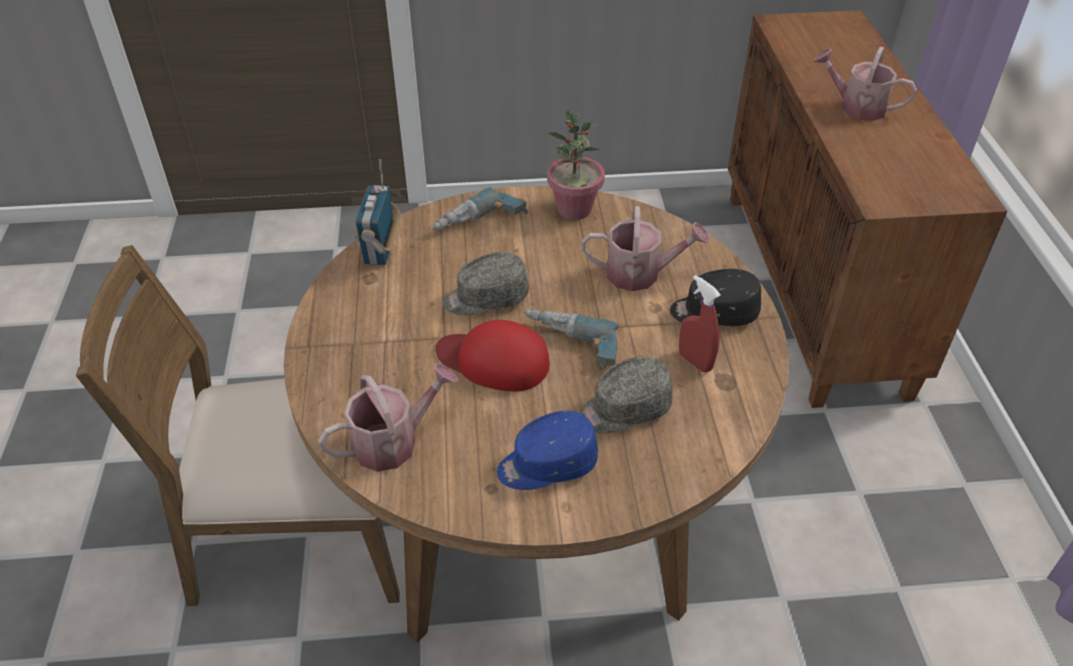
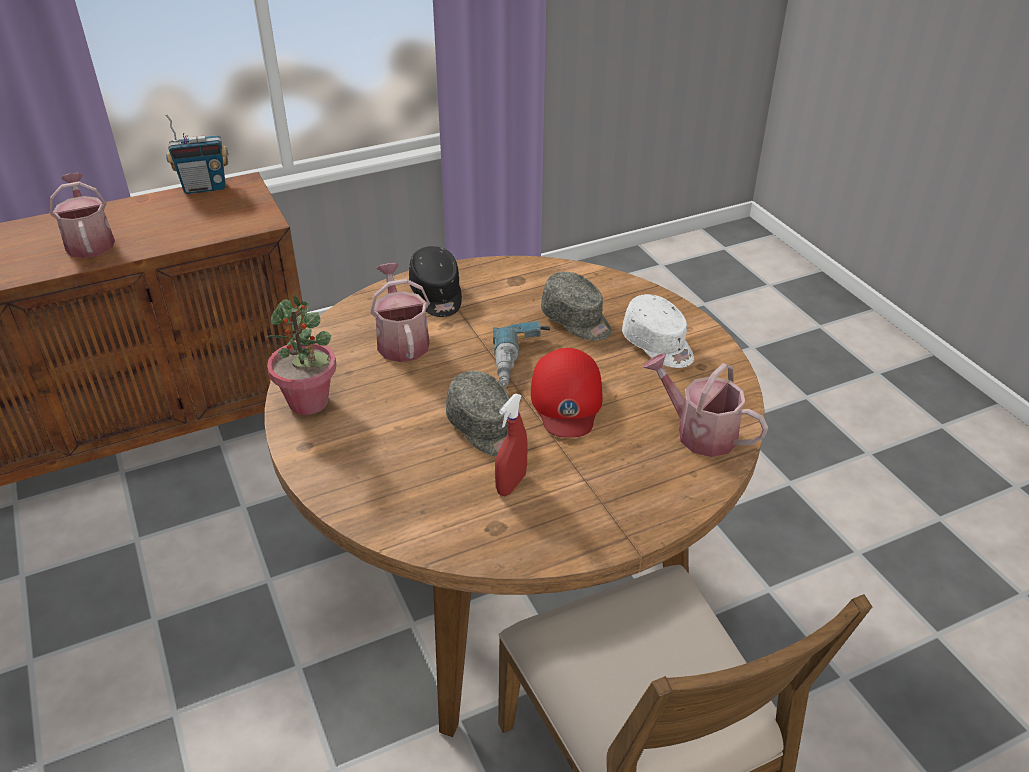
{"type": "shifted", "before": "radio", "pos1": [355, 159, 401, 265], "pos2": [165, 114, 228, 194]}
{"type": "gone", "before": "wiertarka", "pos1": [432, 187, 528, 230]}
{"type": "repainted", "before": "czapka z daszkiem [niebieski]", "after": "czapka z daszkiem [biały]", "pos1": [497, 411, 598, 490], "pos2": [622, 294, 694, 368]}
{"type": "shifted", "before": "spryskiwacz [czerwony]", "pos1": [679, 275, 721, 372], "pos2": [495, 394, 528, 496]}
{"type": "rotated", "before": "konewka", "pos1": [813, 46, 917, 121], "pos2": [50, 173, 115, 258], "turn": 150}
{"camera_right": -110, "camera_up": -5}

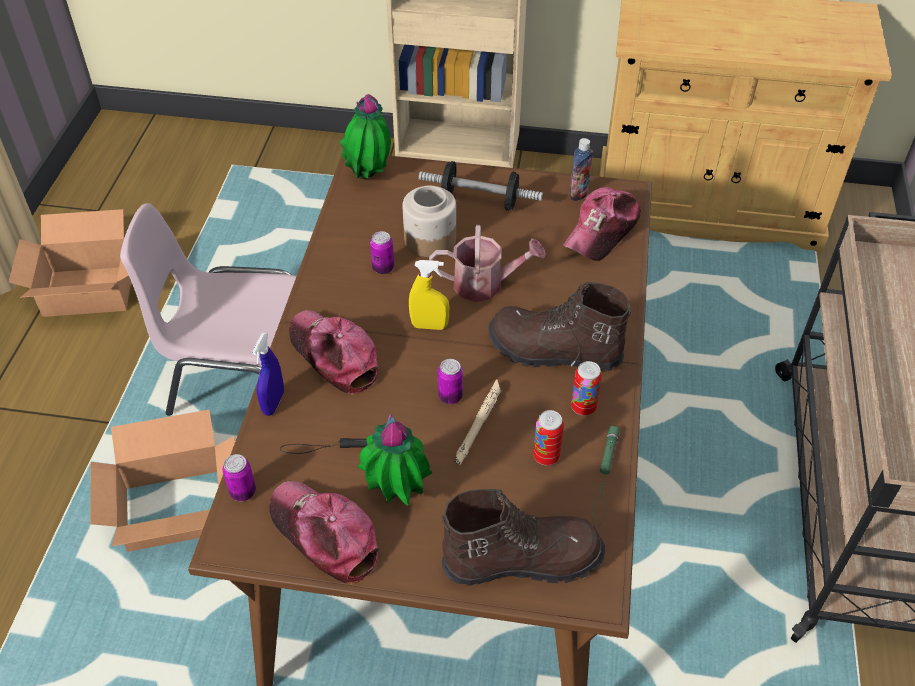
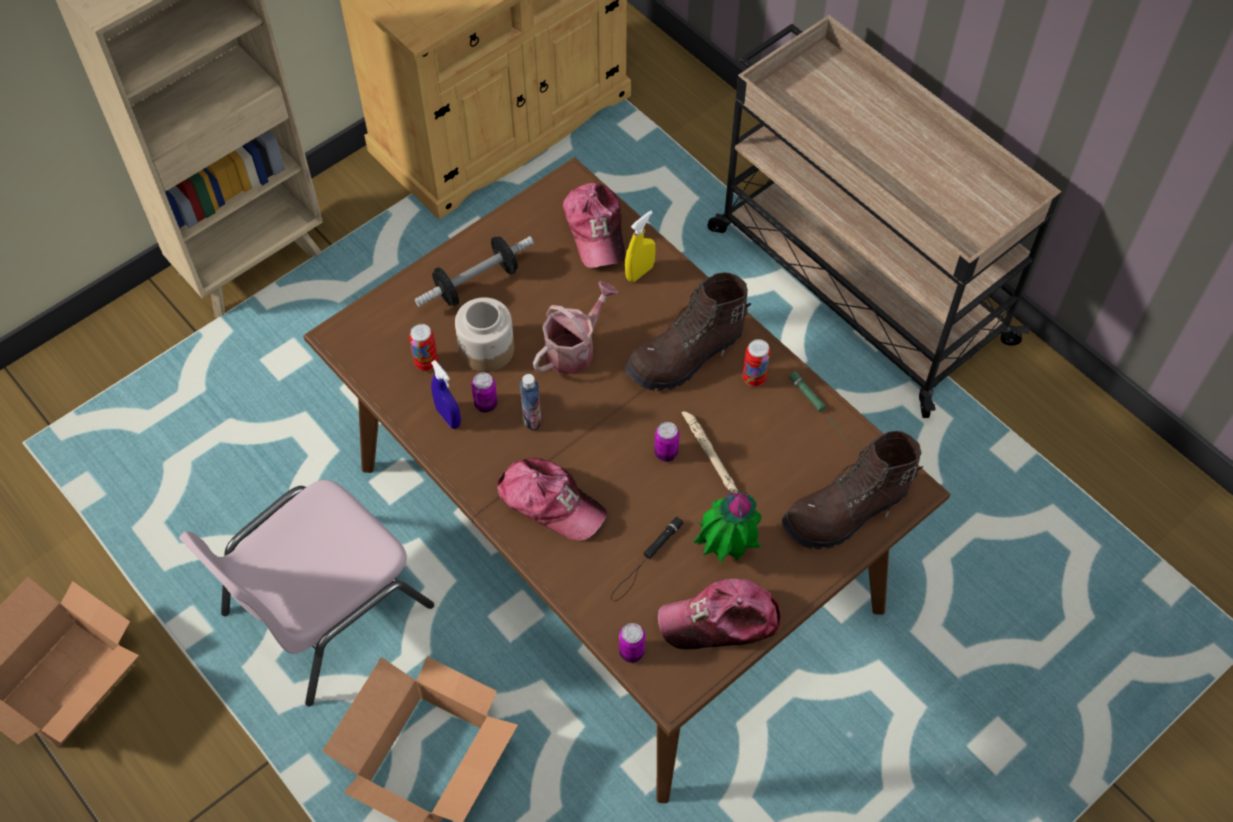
{"type": "shifted", "before": "spryskiwacz [niebieski]", "pos1": [252, 332, 284, 416], "pos2": [431, 360, 461, 429]}
{"type": "rotated", "before": "czapka z daszkiem", "pos1": [289, 310, 379, 396], "pos2": [497, 458, 607, 541], "turn": -150}
{"type": "gone", "before": "roślina doniczkowa", "pos1": [339, 94, 391, 179]}
{"type": "shifted", "before": "spryskiwacz [żółty]", "pos1": [409, 260, 449, 330], "pos2": [625, 210, 655, 282]}
{"type": "rotated", "before": "but z cholewką [brązowy]", "pos1": [441, 489, 605, 586], "pos2": [782, 431, 924, 549], "turn": -150}
{"type": "shifted", "before": "puszka", "pos1": [533, 410, 564, 466], "pos2": [409, 324, 438, 371]}
{"type": "shifted", "before": "butelka", "pos1": [569, 138, 593, 201], "pos2": [520, 374, 541, 431]}
{"camera_right": -50, "camera_up": 10}

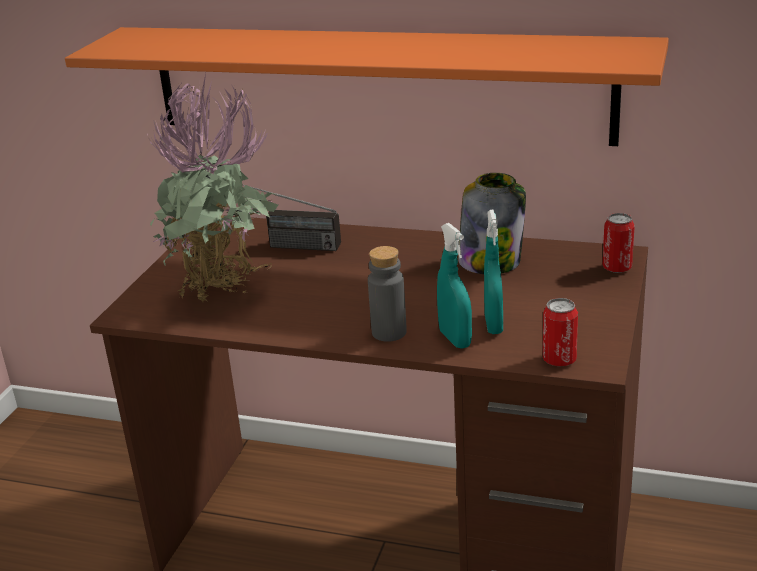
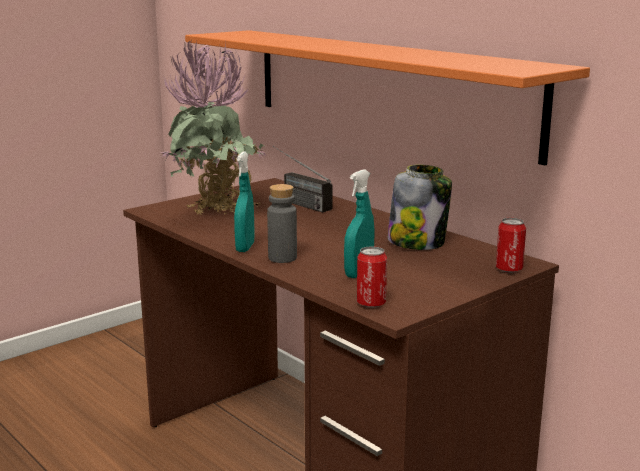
{"type": "shifted", "before": "spryskiwacz [turkusowy]", "pos1": [437, 223, 472, 349], "pos2": [234, 151, 255, 252]}
{"camera_right": 30, "camera_up": -10}

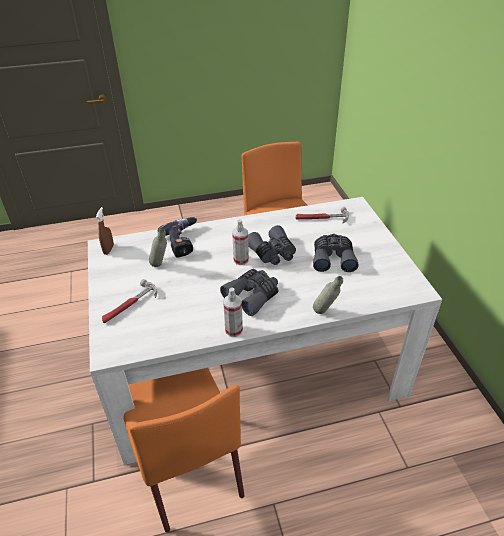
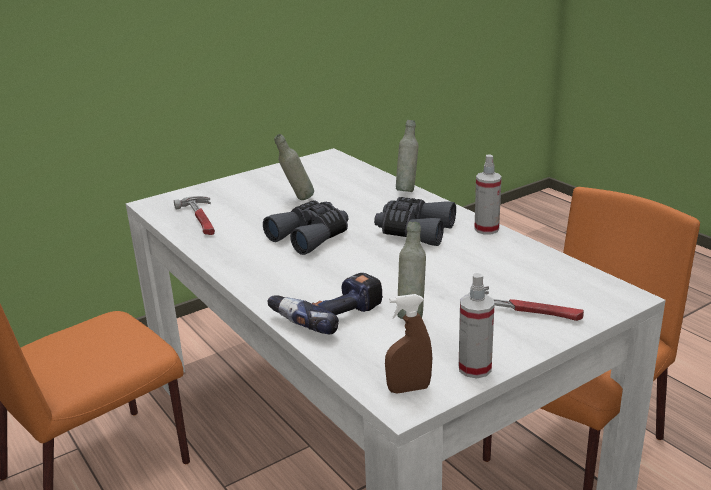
{"type": "shifted", "before": "spryskiwacz", "pos1": [232, 219, 249, 265], "pos2": [459, 273, 495, 378]}
{"type": "swapped", "before": "lornetka [szary]", "after": "butelka [szary]", "pos1": [313, 234, 358, 272], "pos2": [274, 134, 314, 200]}
{"camera_right": -110, "camera_up": -15}

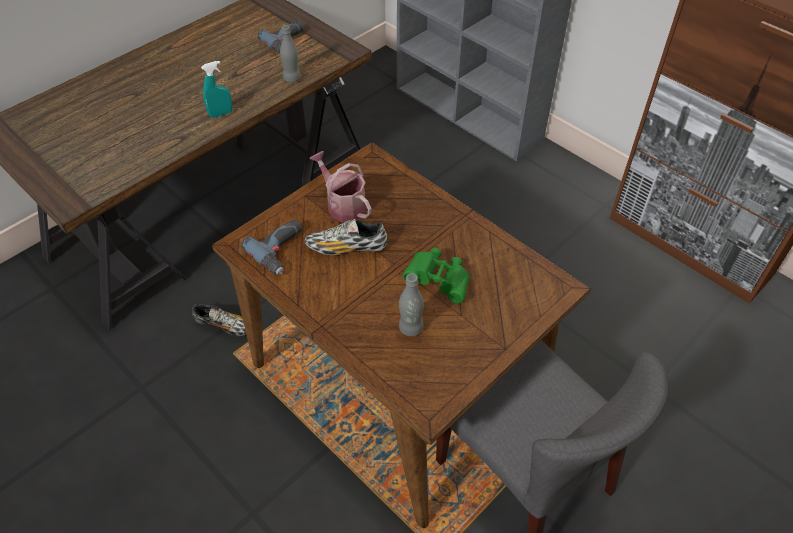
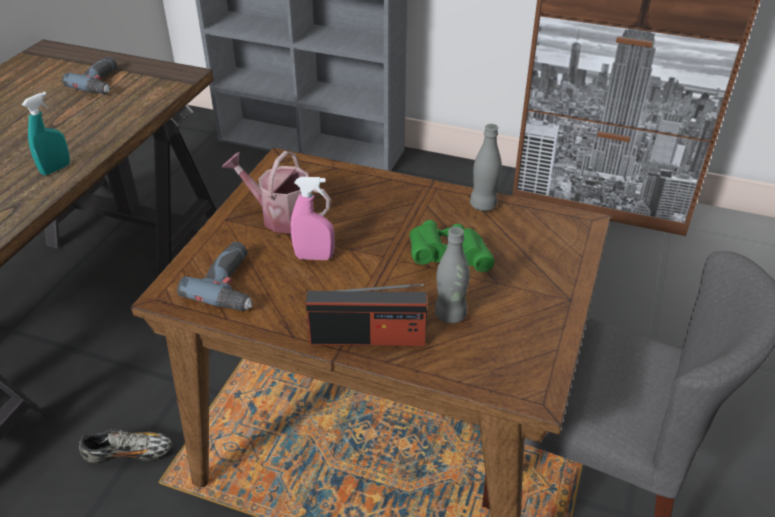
{"type": "shifted", "before": "butelka [szary]", "pos1": [280, 25, 301, 83], "pos2": [470, 124, 502, 211]}
{"type": "swapped", "before": "but", "after": "spryskiwacz [różowy]", "pos1": [304, 219, 387, 255], "pos2": [291, 177, 335, 260]}
{"type": "new", "after": "radio", "pos2": [306, 283, 427, 346]}
{"camera_right": -25, "camera_up": -10}

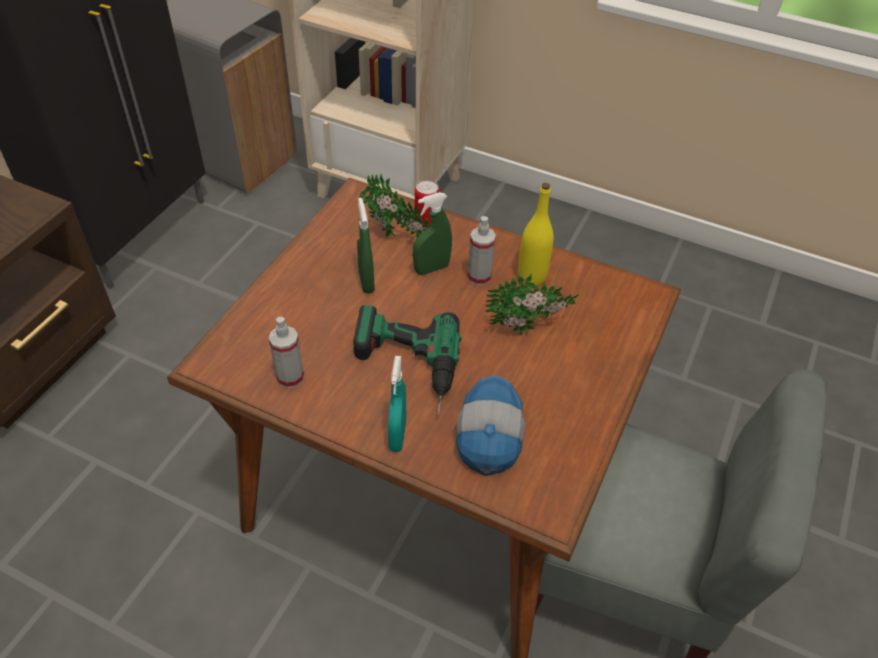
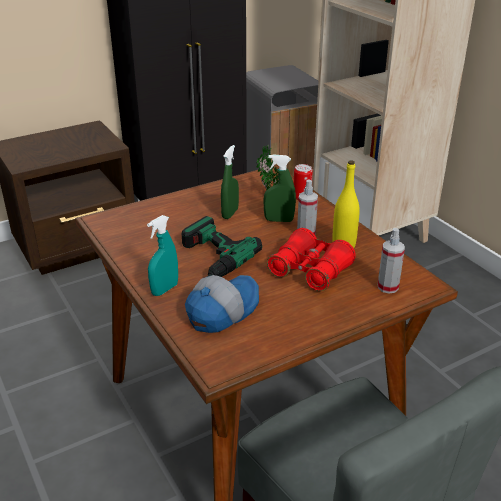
{"type": "shifted", "before": "spryskiwacz", "pos1": [269, 317, 304, 389], "pos2": [378, 228, 405, 294]}
{"type": "swapped", "before": "roślina doniczkowa", "after": "lornetka [czerwony]", "pos1": [485, 274, 579, 335], "pos2": [267, 228, 356, 291]}
{"camera_right": 35, "camera_up": -15}

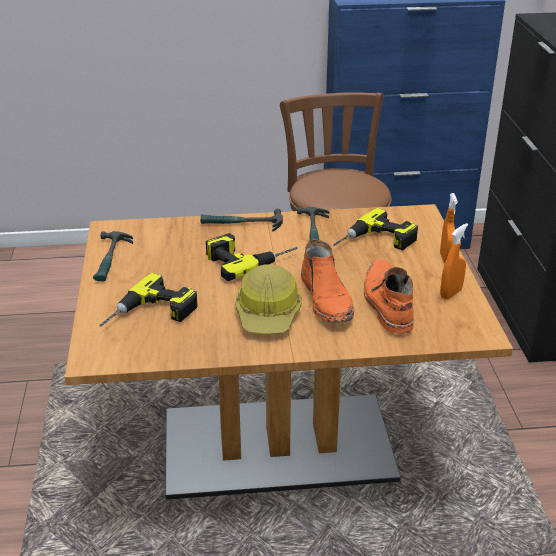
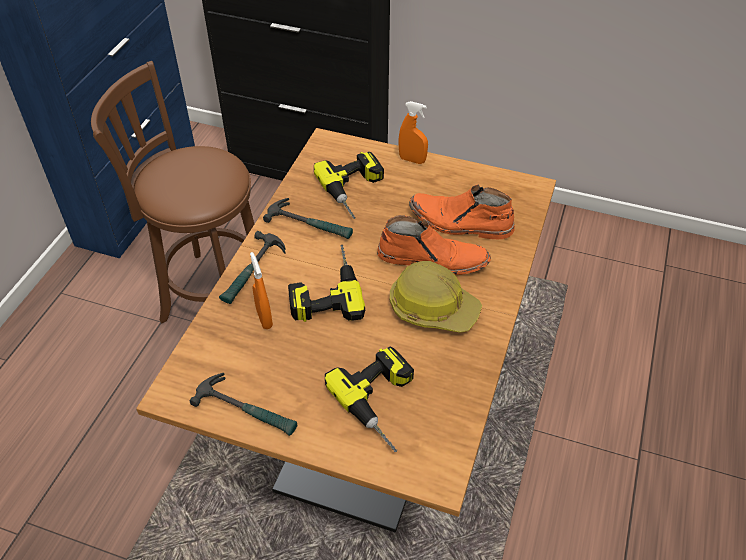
{"type": "shifted", "before": "spryskiwacz [pomarańczowy]", "pos1": [440, 223, 468, 299], "pos2": [250, 252, 273, 329]}
{"camera_right": -65, "camera_up": 15}

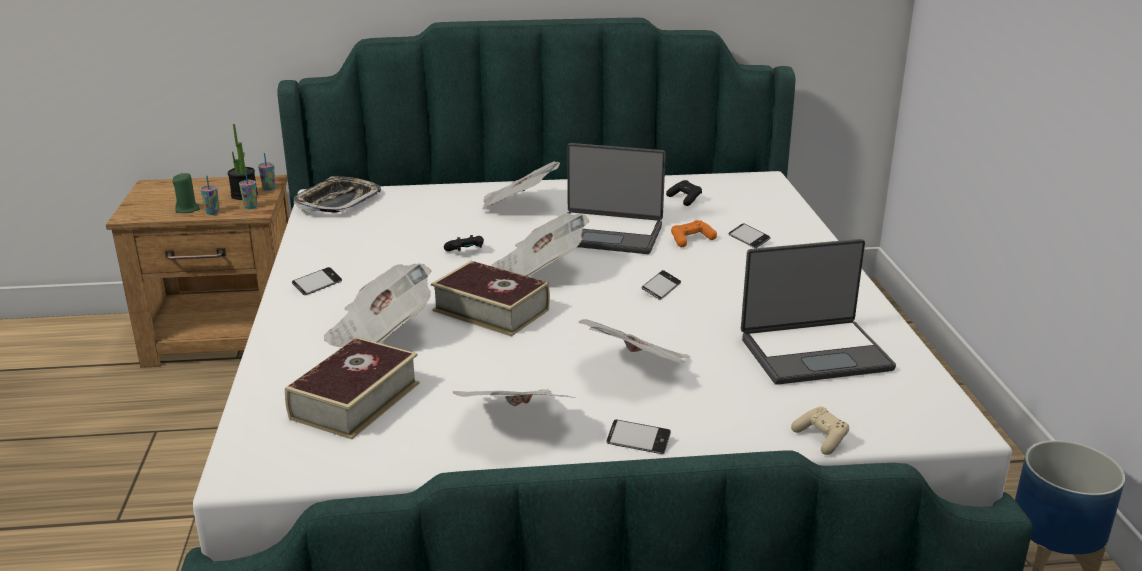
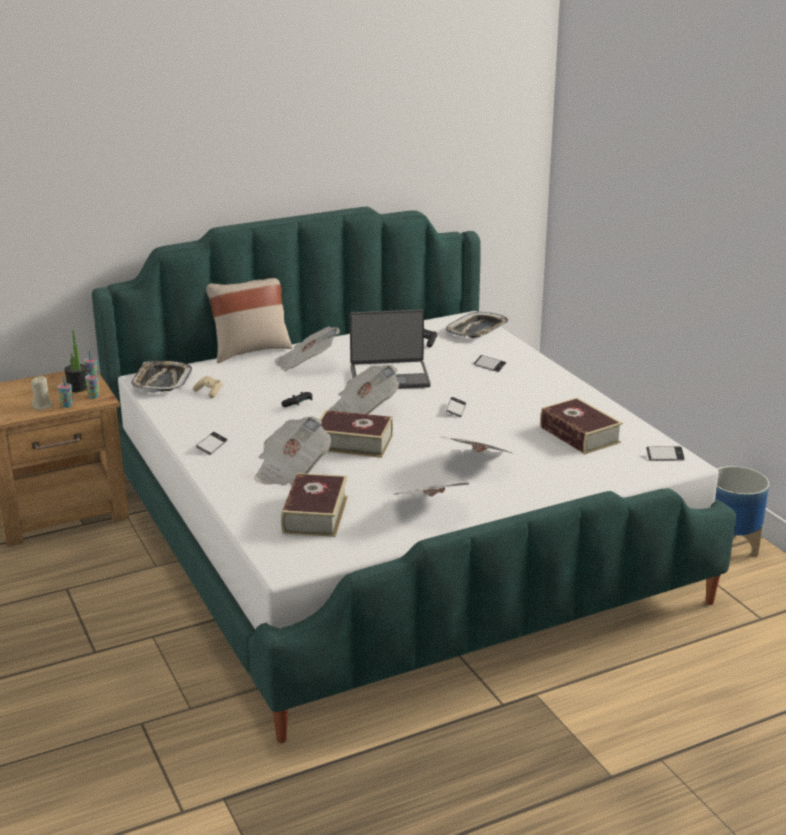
{"type": "repainted", "before": "świeca [zielony]", "after": "świeca [beżowy]", "pos1": [172, 173, 200, 213], "pos2": [31, 376, 53, 410]}
{"type": "shifted", "before": "telefon", "pos1": [606, 419, 671, 454], "pos2": [646, 446, 685, 461]}
{"type": "gone", "before": "pad do gier [pomarańczowy]", "pos1": [671, 220, 717, 247]}
{"type": "swapped", "before": "laptop", "after": "książka", "pos1": [741, 239, 896, 385], "pos2": [540, 398, 623, 454]}
{"type": "shifted", "before": "pad do gier [beżowy]", "pos1": [791, 407, 849, 455], "pos2": [193, 376, 223, 398]}
{"type": "new", "after": "poduszka [beżowy]", "pos2": [206, 278, 293, 363]}
{"type": "new", "after": "taca", "pos2": [446, 312, 509, 338]}
{"camera_right": -20, "camera_up": 0}

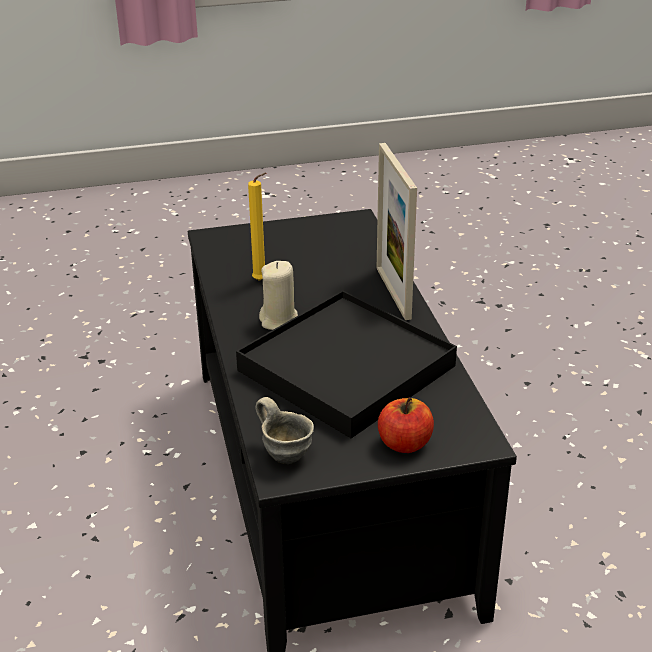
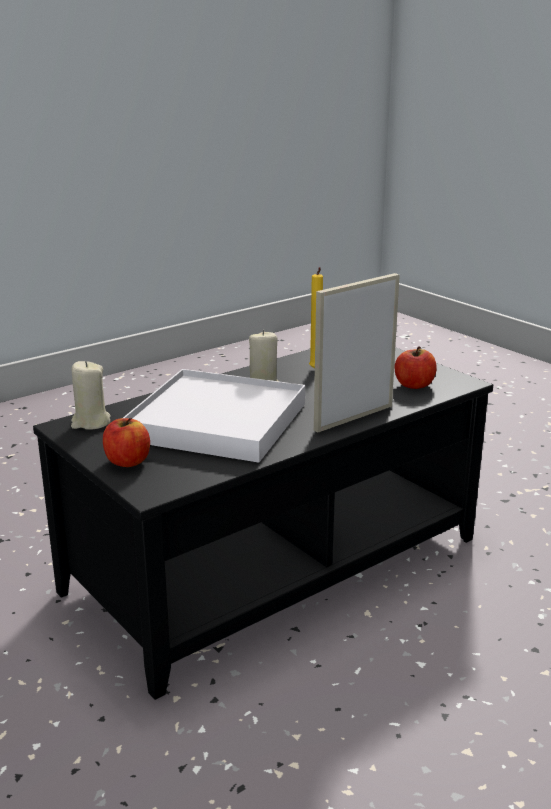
{"type": "repainted", "before": "taca [czarny]", "after": "taca [biały]", "pos1": [236, 290, 457, 438], "pos2": [123, 369, 305, 463]}
{"type": "swapped", "before": "kubek [szary]", "after": "świeca [beżowy]", "pos1": [255, 397, 314, 464], "pos2": [71, 361, 111, 430]}
{"type": "new", "after": "jabłko", "pos2": [395, 346, 437, 389]}
{"camera_right": 65, "camera_up": -10}

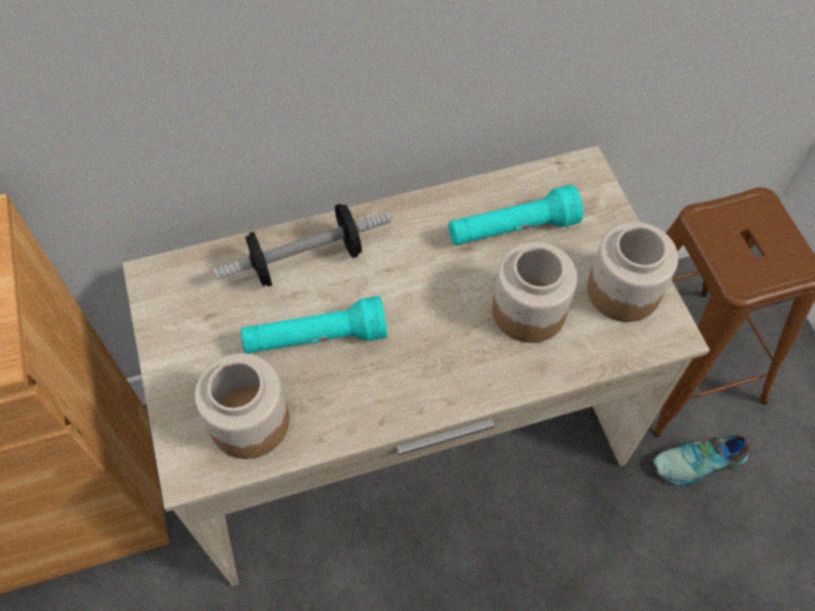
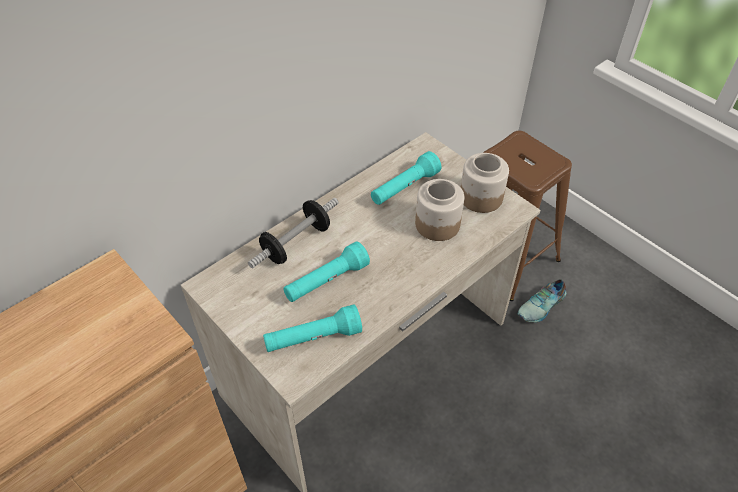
{"type": "swapped", "before": "słoik", "after": "latarka [turkusowy]", "pos1": [195, 353, 290, 459], "pos2": [263, 304, 362, 352]}
{"camera_right": -25, "camera_up": -10}

